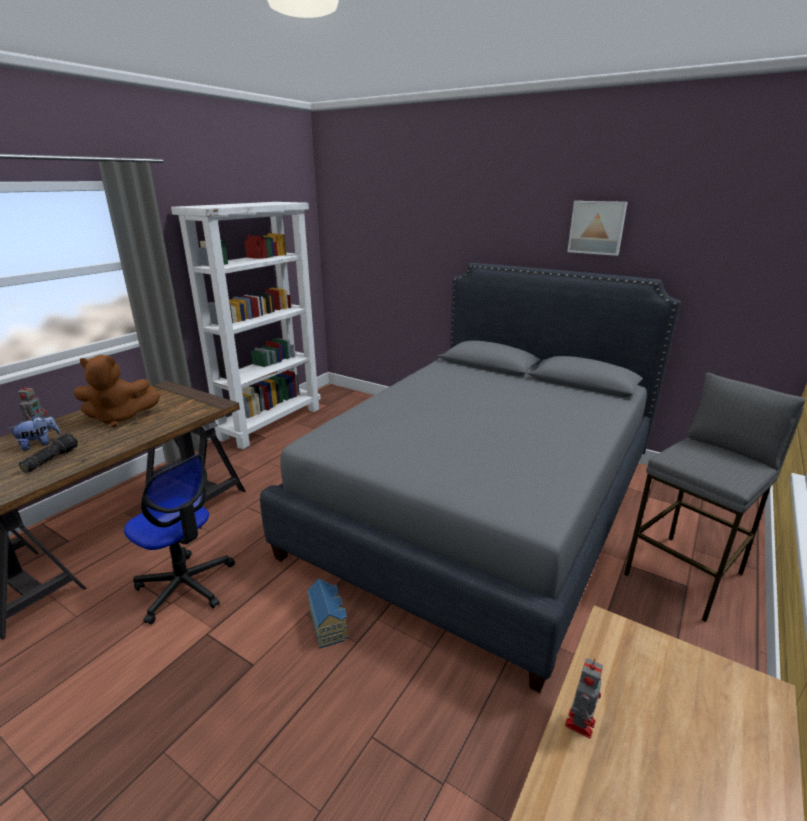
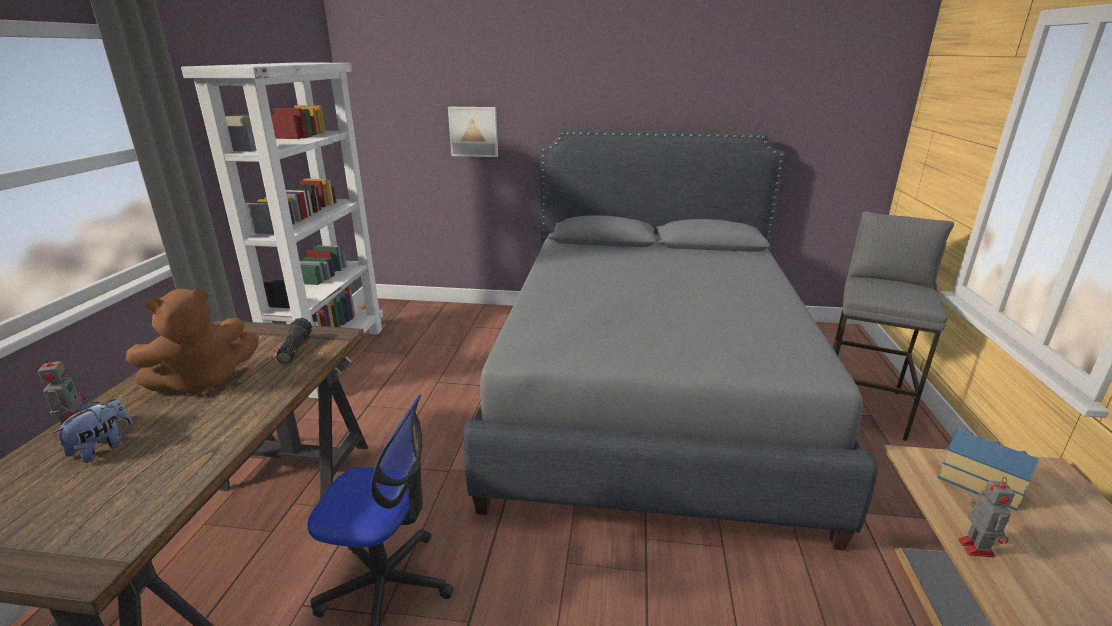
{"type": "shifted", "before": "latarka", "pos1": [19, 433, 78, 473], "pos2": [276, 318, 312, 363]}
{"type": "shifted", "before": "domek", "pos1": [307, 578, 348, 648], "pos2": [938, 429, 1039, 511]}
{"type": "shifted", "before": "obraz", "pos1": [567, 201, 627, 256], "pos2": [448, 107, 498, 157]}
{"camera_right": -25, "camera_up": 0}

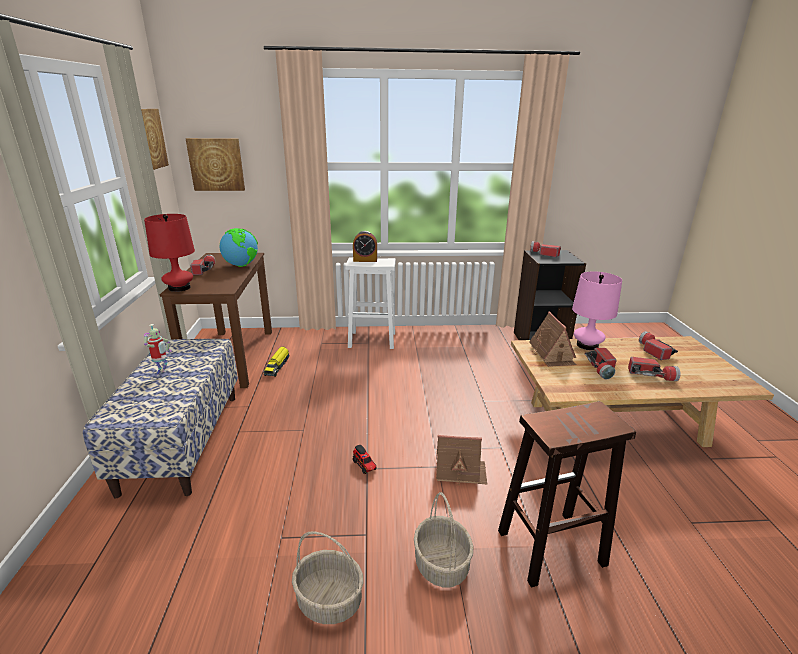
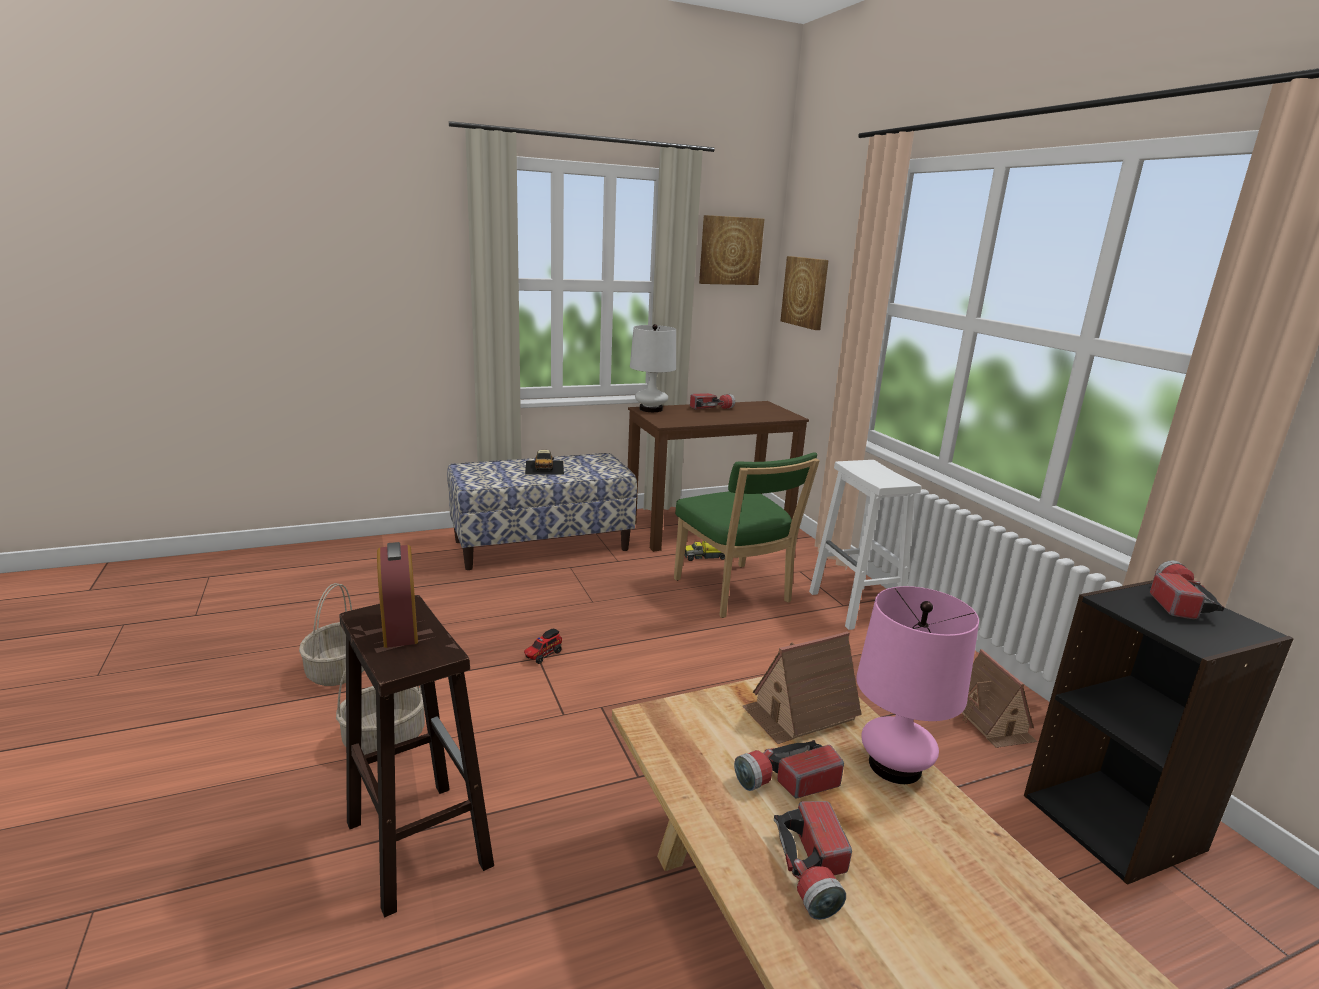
{"type": "repainted", "before": "lampa stołowa [czerwony]", "after": "lampa stołowa [biały]", "pos1": [144, 214, 195, 292], "pos2": [630, 324, 676, 412]}
{"type": "swapped", "before": "robot zabawkowy", "after": "samochodzik", "pos1": [144, 324, 172, 377], "pos2": [525, 450, 564, 475]}
{"type": "gone", "before": "globus", "pos1": [220, 228, 258, 267]}
{"type": "shifted", "before": "budzik", "pos1": [353, 231, 377, 262], "pos2": [377, 542, 418, 648]}
{"type": "shifted", "before": "domek", "pos1": [436, 435, 487, 486], "pos2": [962, 649, 1038, 748]}
{"type": "gone", "before": "latarka", "pos1": [639, 331, 678, 360]}
{"type": "new", "after": "krzesło [zielony]", "pos2": [674, 452, 820, 618]}
{"camera_right": 70, "camera_up": -5}

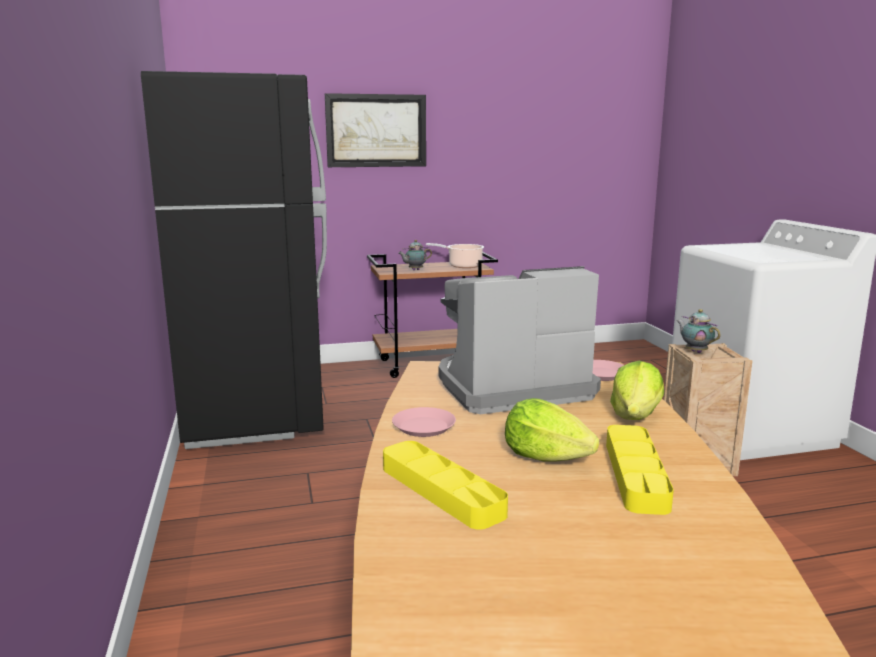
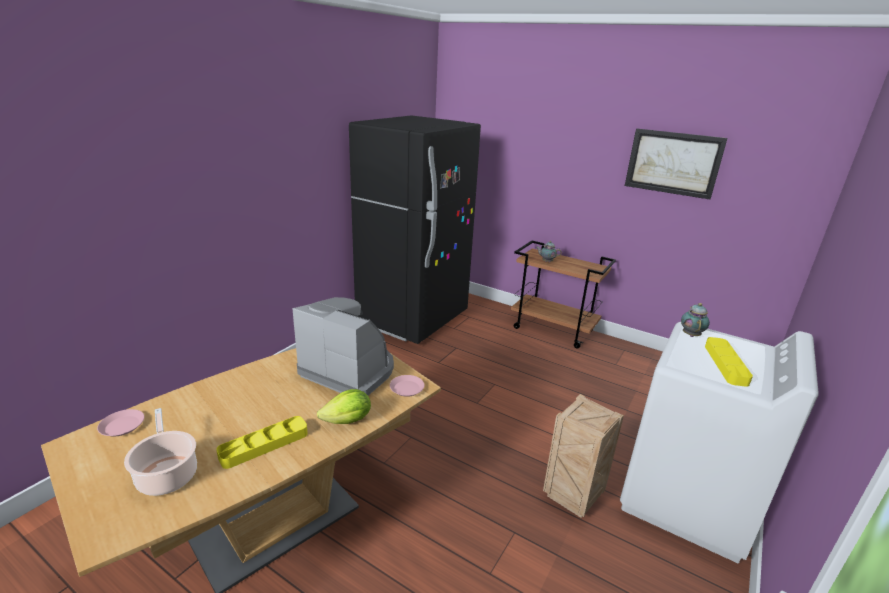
{"type": "shifted", "before": "obraz", "pos1": [325, 93, 426, 167], "pos2": [625, 129, 728, 199]}
{"type": "shifted", "before": "taca [żółty]", "pos1": [383, 441, 508, 529], "pos2": [705, 337, 753, 387]}
{"type": "shifted", "before": "talerz [różowy]", "pos1": [392, 407, 456, 437], "pos2": [97, 409, 144, 436]}
{"type": "shifted", "before": "garnek", "pos1": [426, 243, 484, 268], "pos2": [124, 408, 197, 496]}
{"type": "gone", "before": "sałata", "pos1": [505, 398, 599, 462]}
{"type": "shifted", "before": "imbryk", "pos1": [677, 309, 720, 353], "pos2": [681, 303, 710, 337]}
{"camera_right": 45, "camera_up": 10}

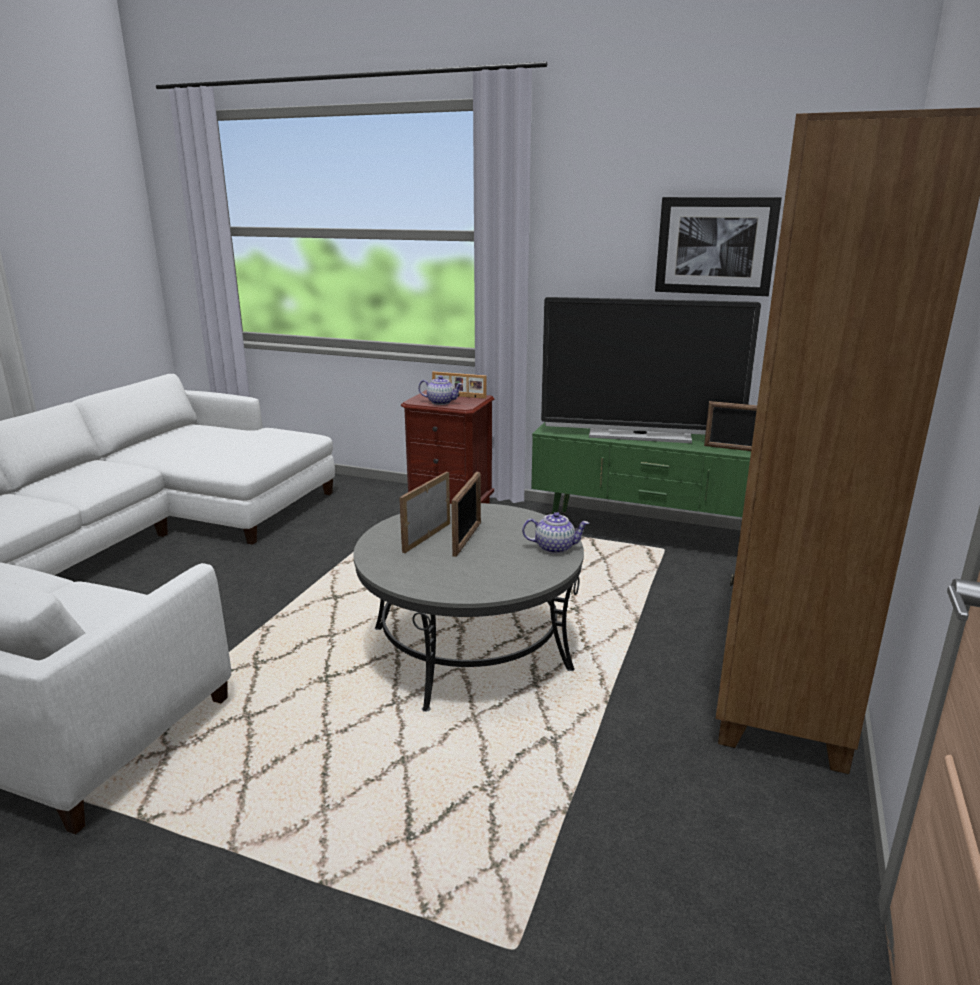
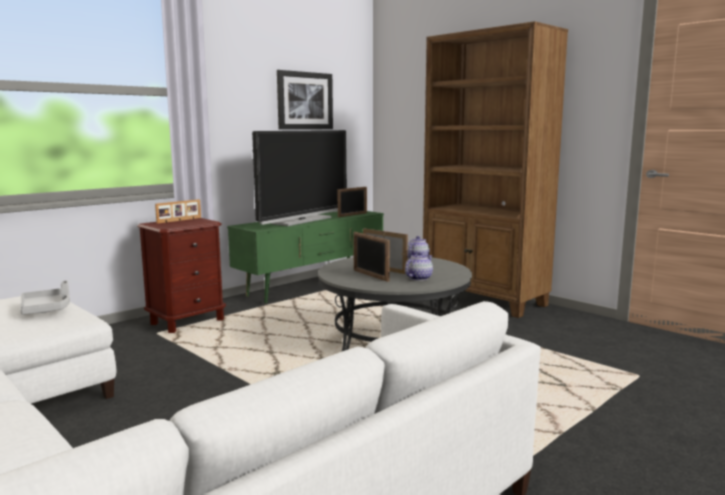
{"type": "shifted", "before": "imbryk", "pos1": [418, 376, 463, 405], "pos2": [405, 252, 433, 281]}
{"type": "new", "after": "taca [szary]", "pos2": [21, 280, 70, 315]}
{"camera_right": -65, "camera_up": -10}

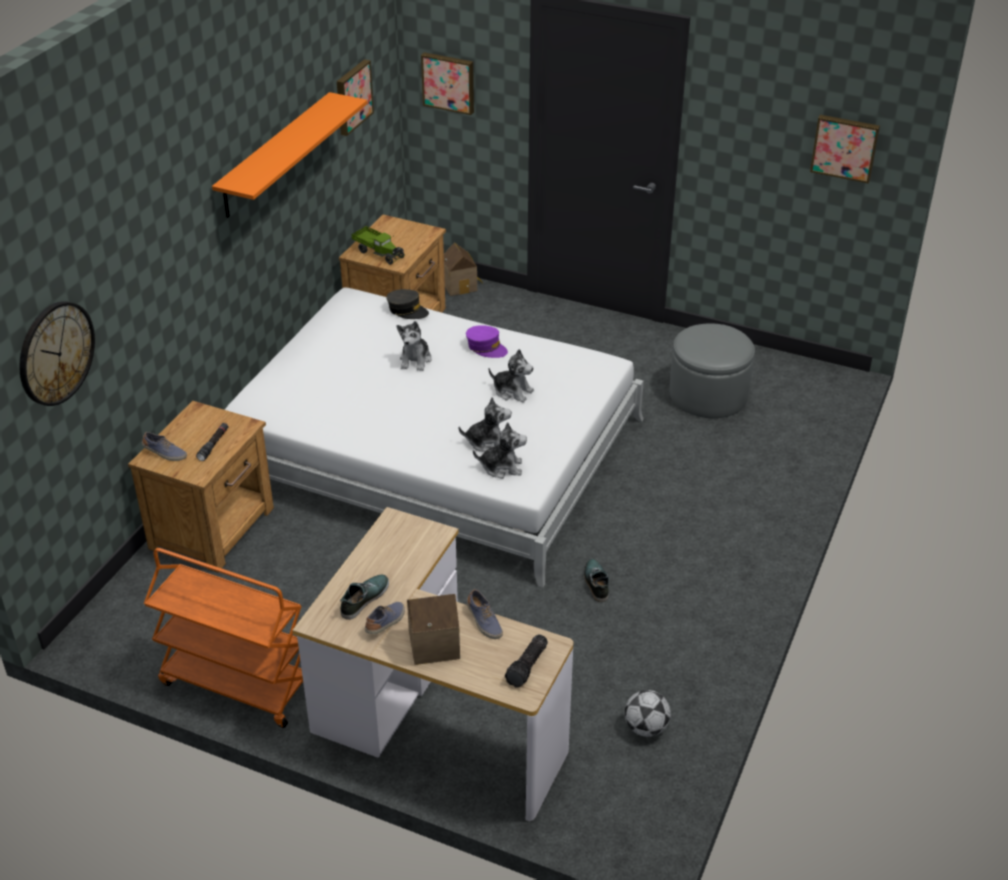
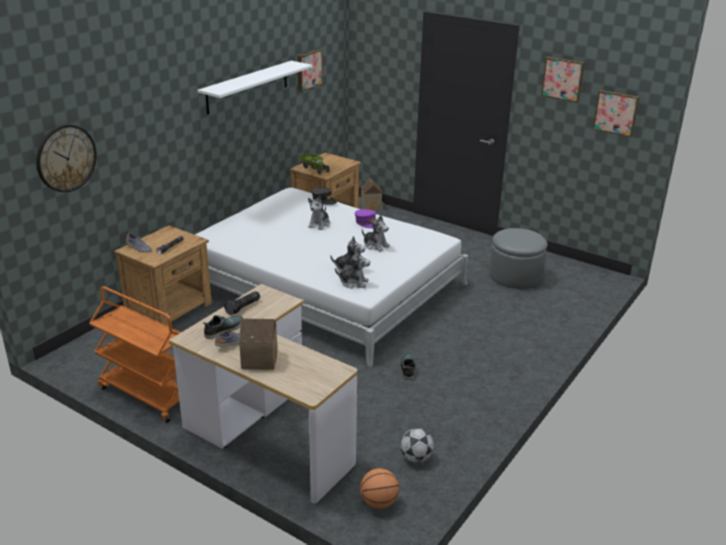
{"type": "repainted", "before": "półka [pomarańczowy]", "after": "półka [biały]", "pos1": [212, 92, 368, 218], "pos2": [198, 61, 312, 115]}
{"type": "shifted", "before": "obraz", "pos1": [421, 52, 474, 115], "pos2": [541, 56, 585, 103]}
{"type": "gone", "before": "but", "pos1": [467, 589, 503, 639]}
{"type": "shifted", "before": "latarka", "pos1": [505, 634, 548, 688], "pos2": [224, 291, 260, 315]}
{"type": "new", "after": "piłka do koszykówki", "pos2": [360, 468, 399, 509]}
{"camera_right": 10, "camera_up": -10}

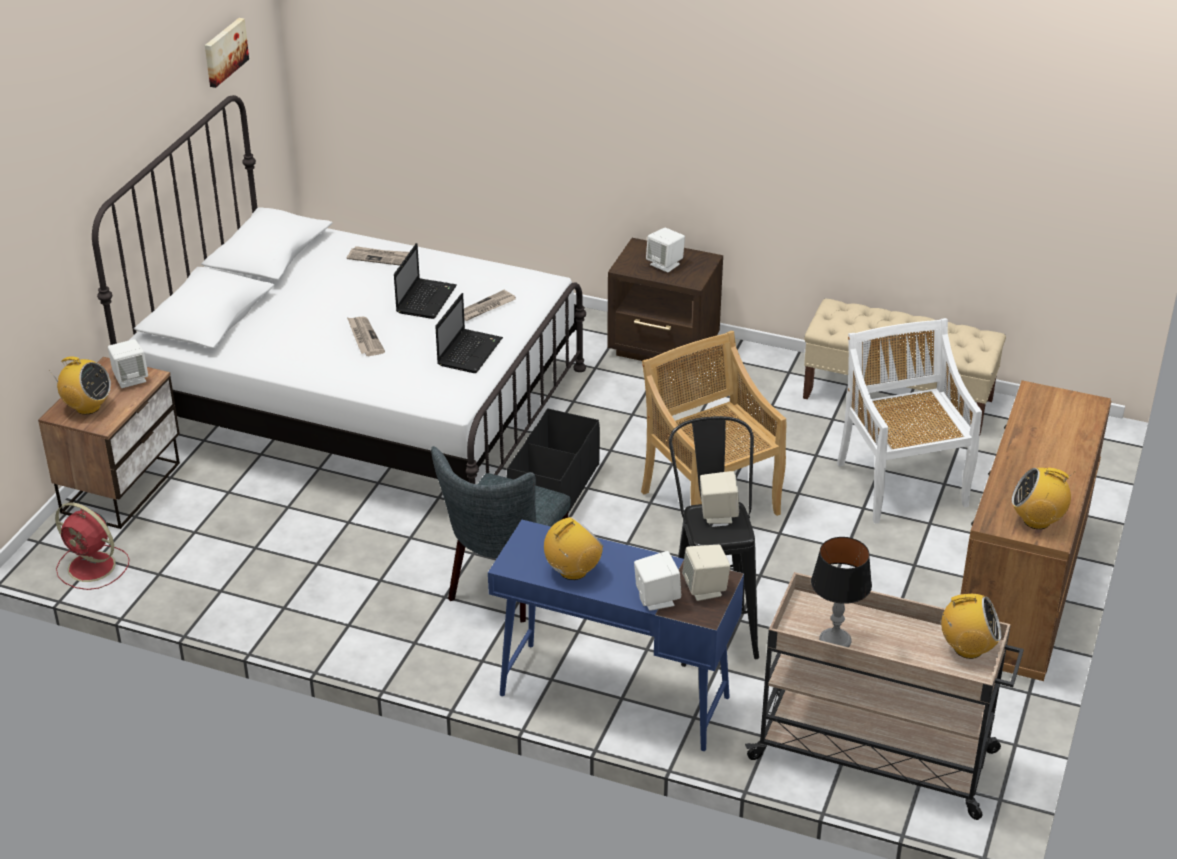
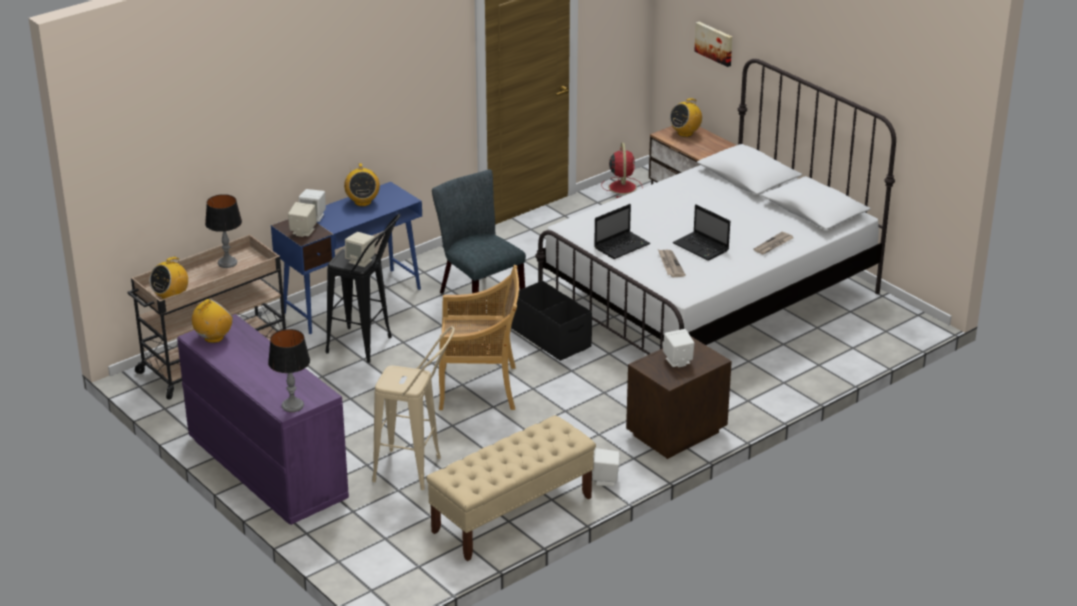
{"type": "rotated", "before": "wentylator [czerwony]", "pos1": [55, 502, 130, 590], "pos2": [601, 143, 643, 198], "turn": 120}
{"type": "shifted", "before": "głośnik [biały]", "pos1": [108, 339, 148, 388], "pos2": [592, 448, 620, 486]}
{"type": "shifted", "before": "obraz", "pos1": [205, 18, 249, 88], "pos2": [694, 22, 733, 67]}
{"type": "gone", "before": "gazeta", "pos1": [347, 317, 385, 356]}
{"type": "rotated", "before": "laptop", "pos1": [435, 293, 503, 373], "pos2": [594, 204, 650, 259], "turn": -90}
{"type": "swapped", "before": "krzesło [biały]", "after": "stołek [beżowy]", "pos1": [837, 318, 982, 524], "pos2": [372, 326, 455, 490]}
{"type": "repainted", "before": "komoda [brązowy]", "after": "komoda [fioletowy]", "pos1": [960, 380, 1111, 681], "pos2": [177, 314, 349, 525]}
{"type": "new", "after": "lampa stołowa", "pos2": [268, 329, 310, 412]}
{"camera_right": 120, "camera_up": -5}

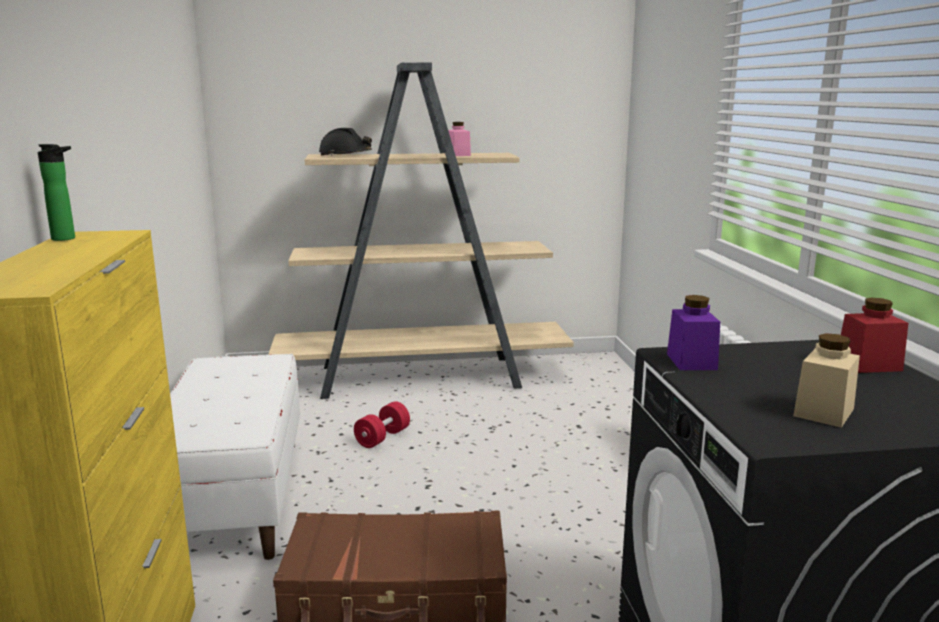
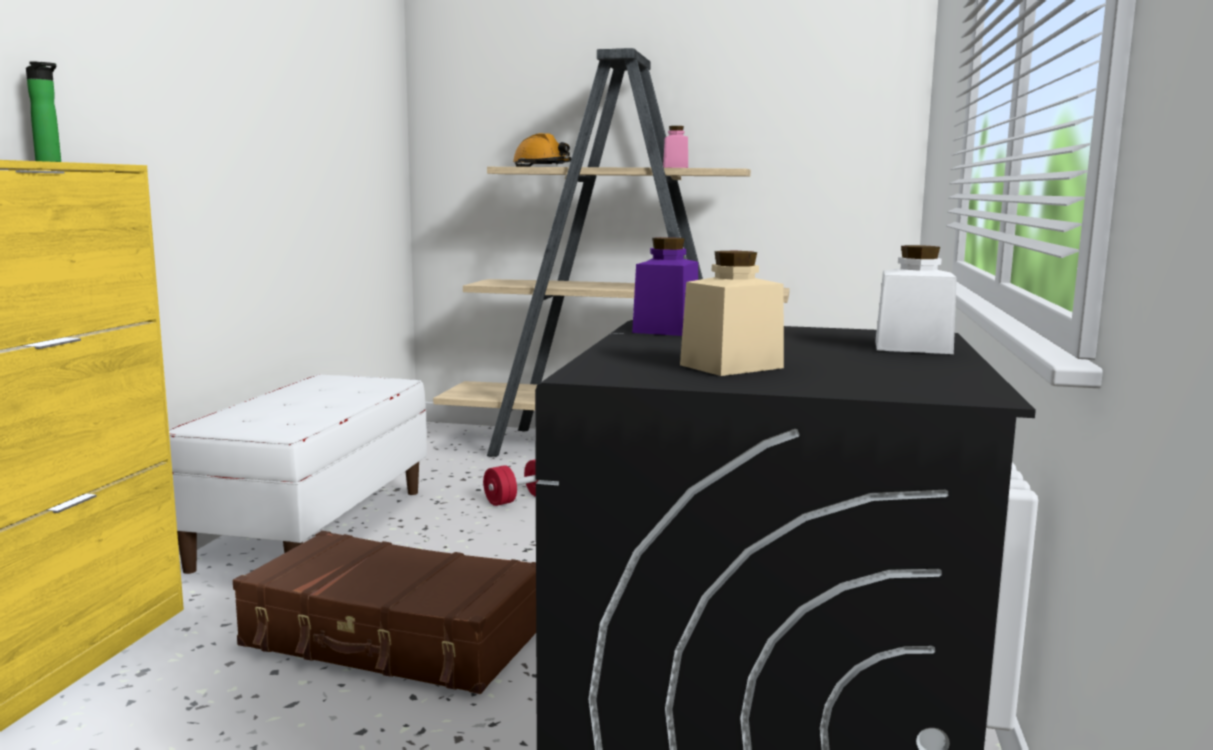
{"type": "repainted", "before": "kask [czarny]", "after": "kask [pomarańczowy]", "pos1": [319, 128, 372, 156], "pos2": [513, 133, 572, 167]}
{"type": "repainted", "before": "słoik [czerwony]", "after": "słoik [biały]", "pos1": [841, 298, 908, 373], "pos2": [875, 245, 957, 354]}
{"camera_right": 20, "camera_up": -5}

